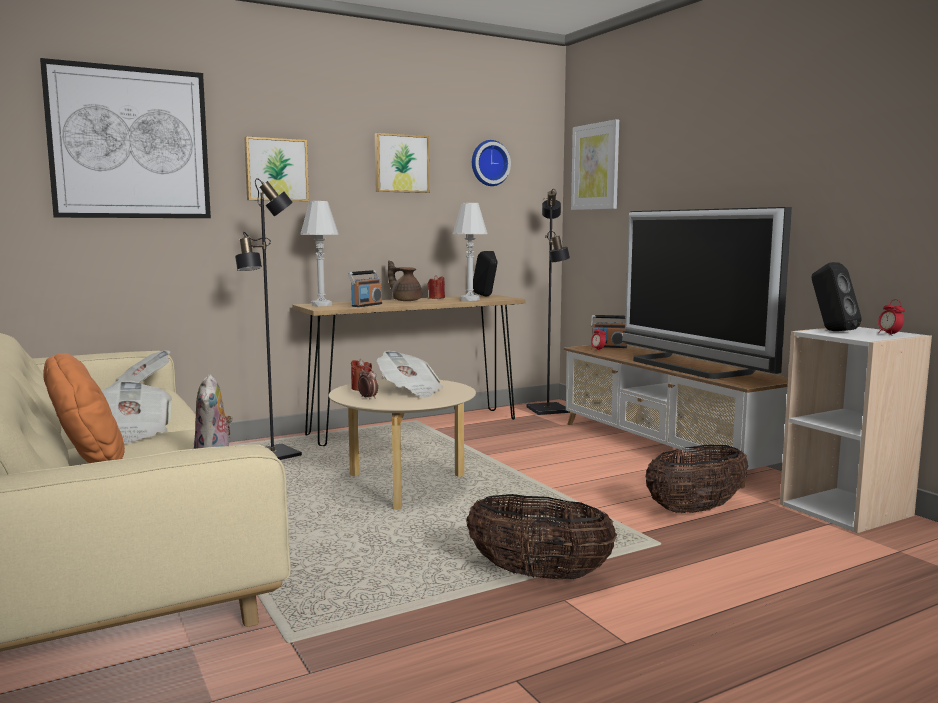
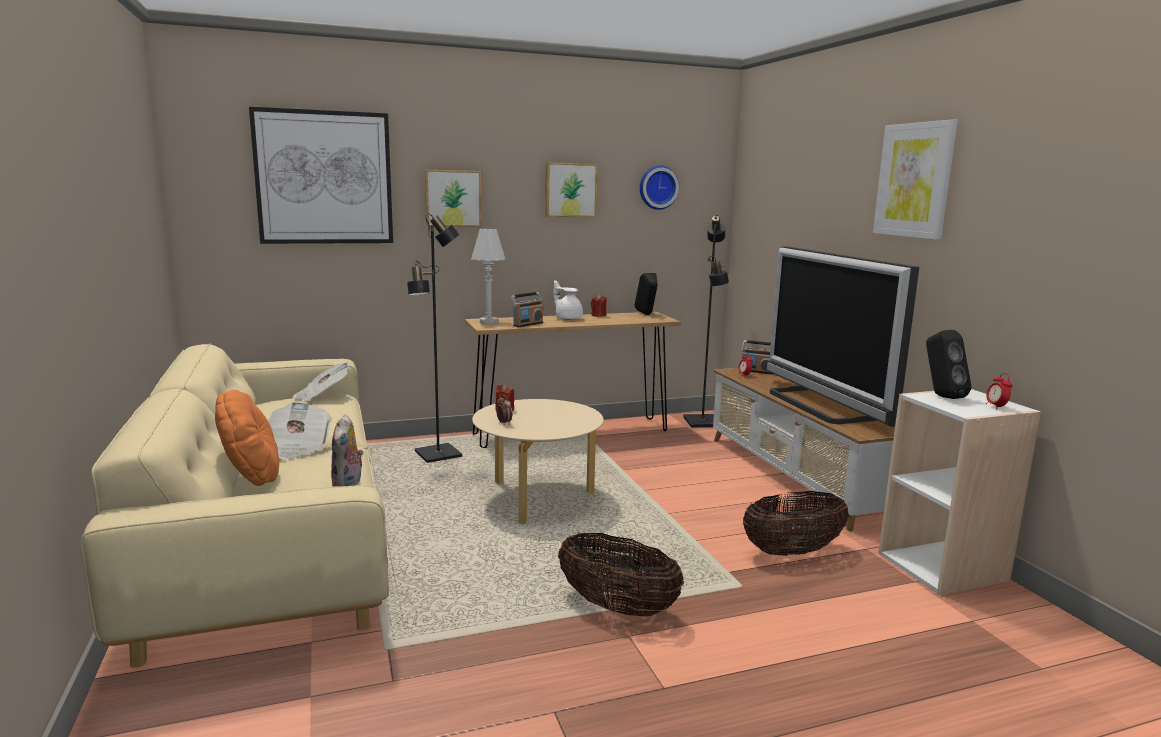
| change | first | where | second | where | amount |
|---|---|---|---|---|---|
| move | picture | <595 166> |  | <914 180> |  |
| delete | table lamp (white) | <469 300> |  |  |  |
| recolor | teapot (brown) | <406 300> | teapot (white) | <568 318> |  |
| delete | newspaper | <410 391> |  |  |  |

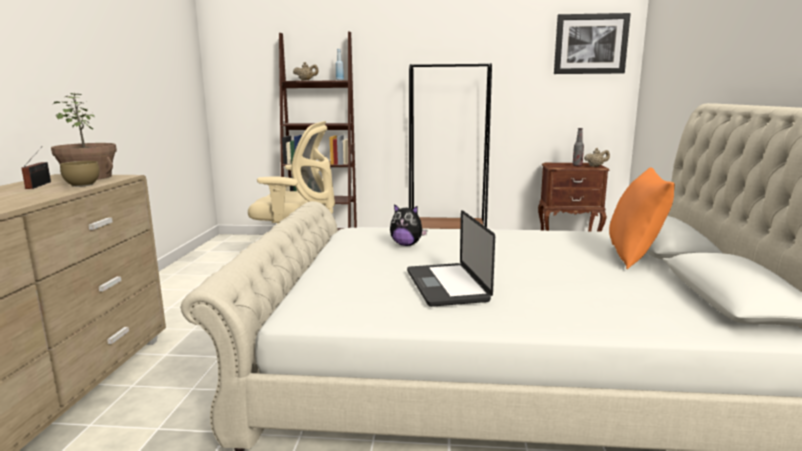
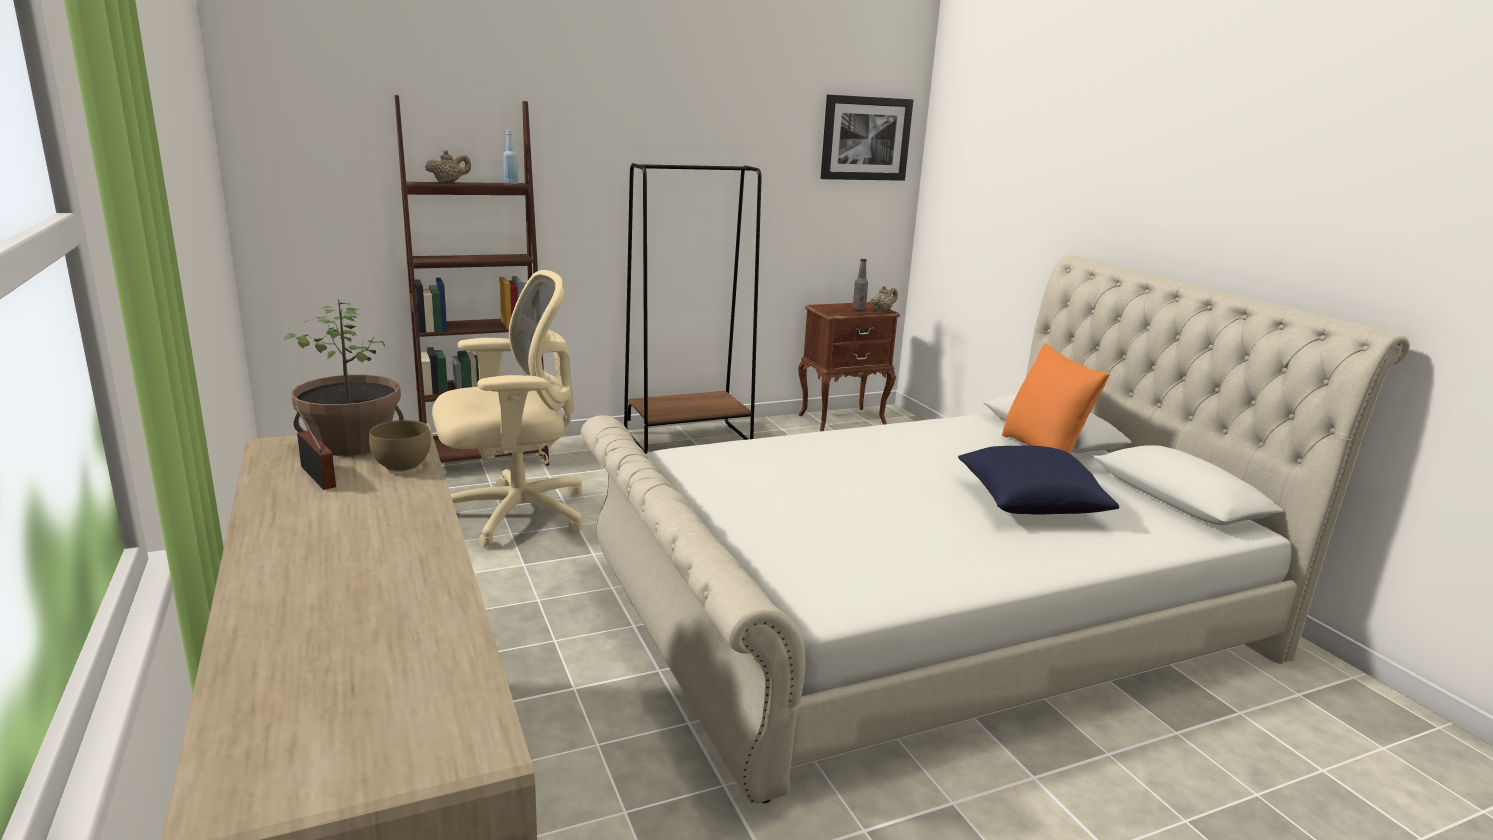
| change | first | where | second | where | amount |
|---|---|---|---|---|---|
| delete | plush toy | <407 244> |  |  |  |
| delete | laptop | <446 285> |  |  |  |
| insert |  |  | pillow (blue) | <1030 504> |  |

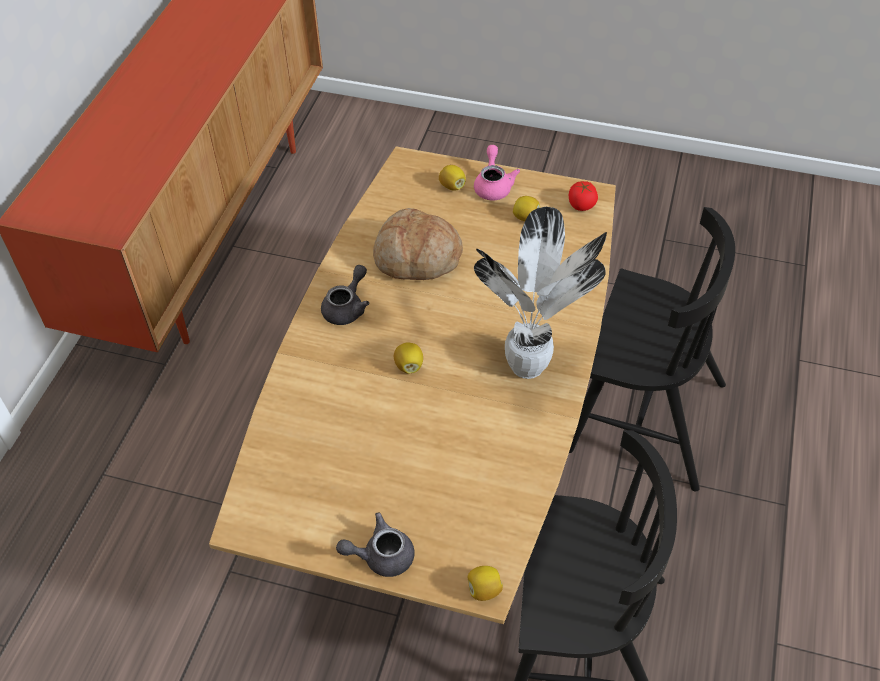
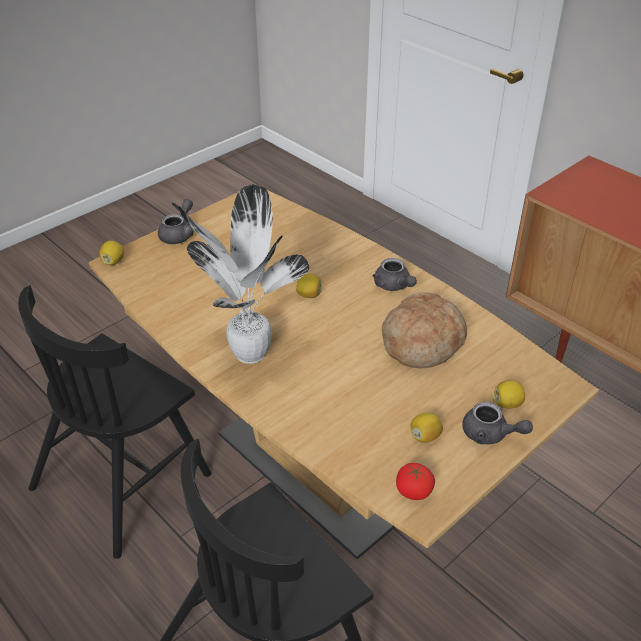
| change | first | where | second | where | amount |
|---|---|---|---|---|---|
| recolor | teapot (pink) | <493 185> | teapot (grey) | <490 434> |  |

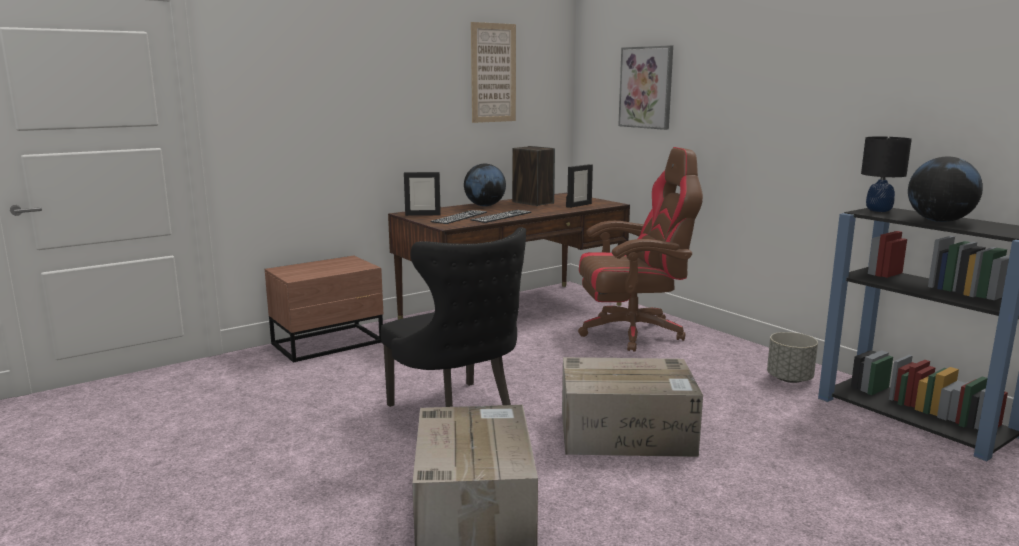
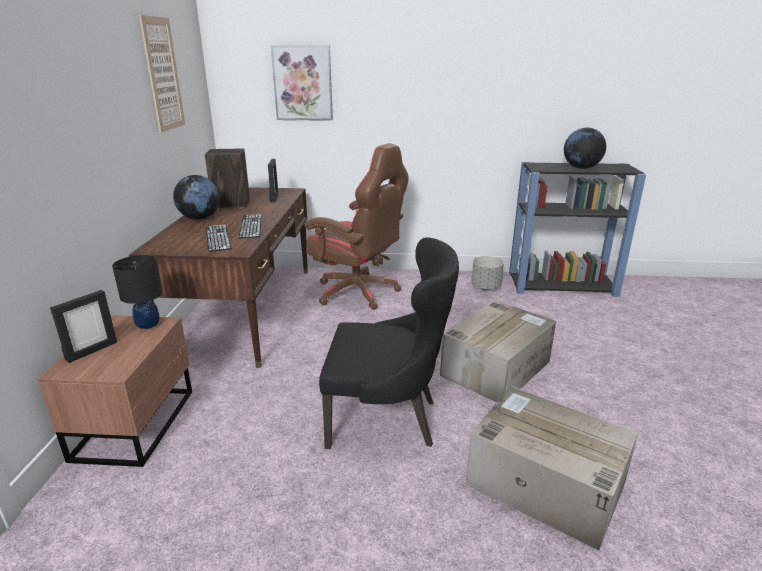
| change | first | where | second | where | amount |
|---|---|---|---|---|---|
| move | table lamp (black) | <877 210> |  | <147 325> |  |
| rotate | office chair (brown) | <631 333> |  | <356 292> | 90 degrees clockwise |
| move | picture frame | <423 214> |  | <92 351> |  |

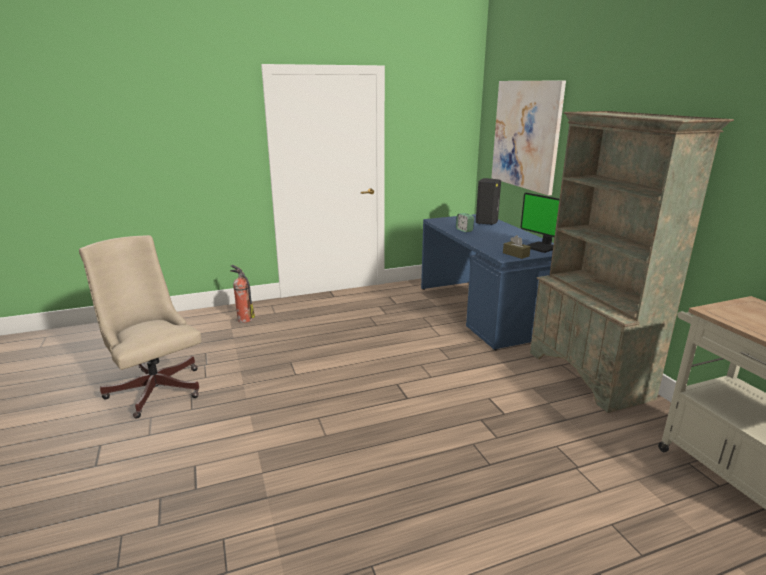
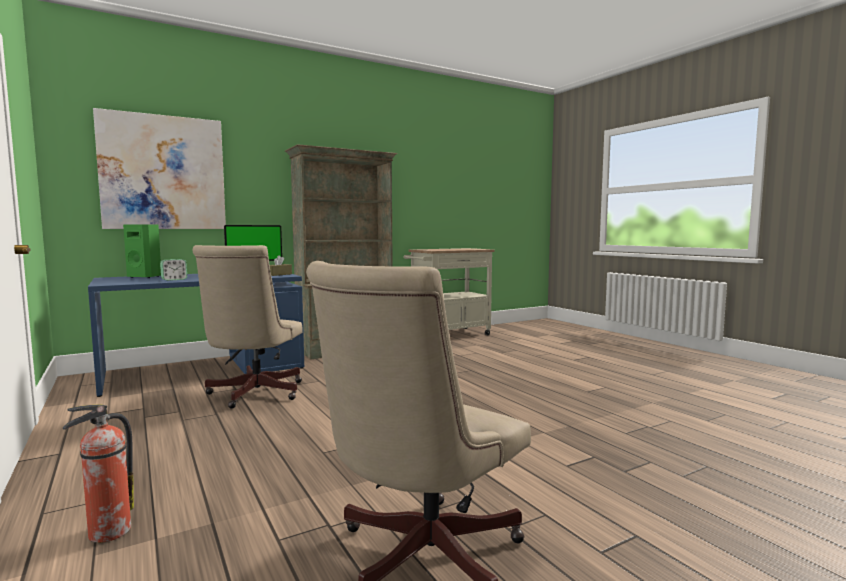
| change | first | where | second | where | amount |
|---|---|---|---|---|---|
| recolor | speaker (black) | <487 222> | speaker (green) | <145 277> |  |
| insert |  |  | office chair (beige) | <252 394> |  |

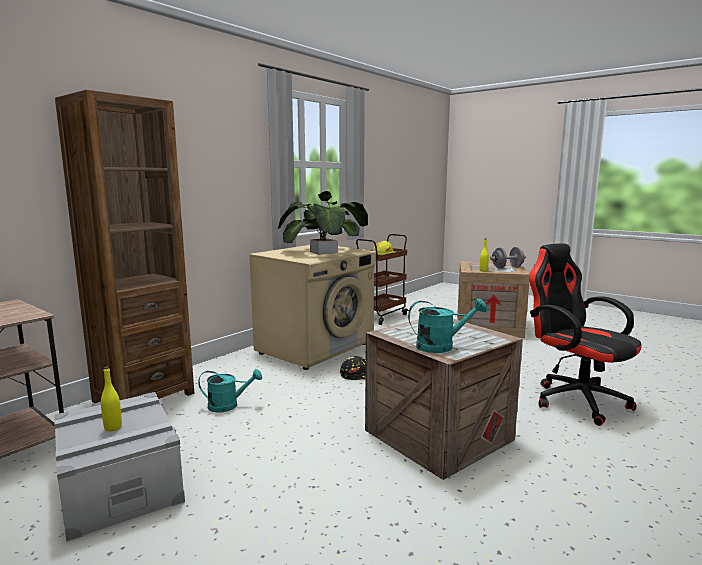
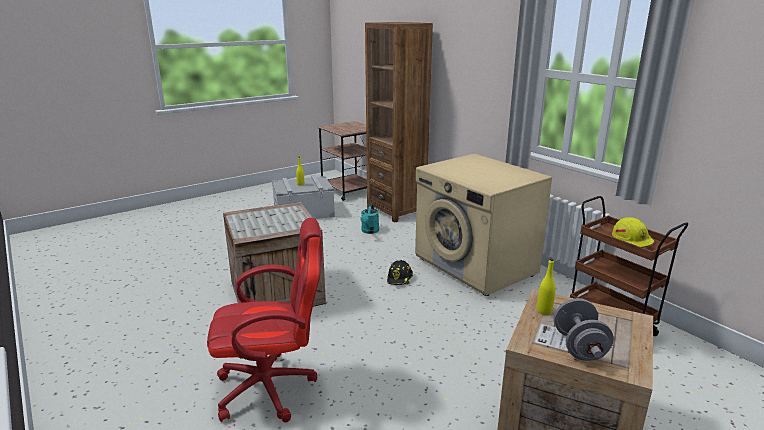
| change | first | where | second | where | amount |
|---|---|---|---|---|---|
| delete | potted plant | <323 252> |  |  |  |
| recolor | office chair (black) | <574 399> | office chair (red) | <274 389> |  |
| delete | watering can (turquoise) | <441 346> |  |  |  |

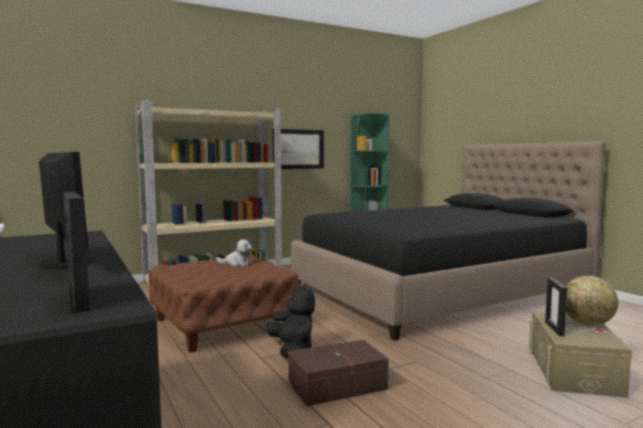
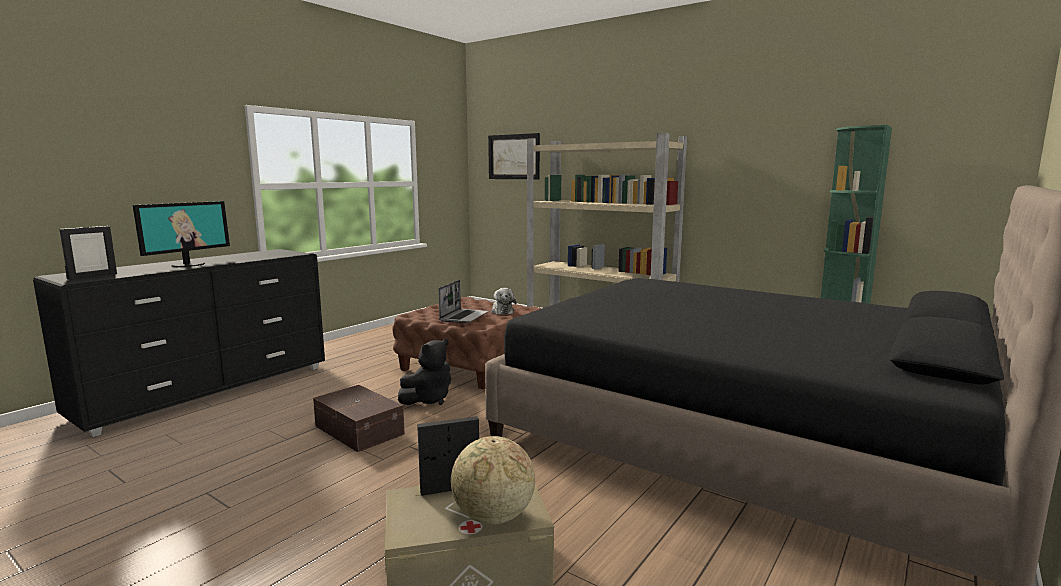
| change | first | where | second | where | amount |
|---|---|---|---|---|---|
| move | picture | <298 149> |  | <514 157> |  |
| insert |  |  | laptop | <464 317> |  |

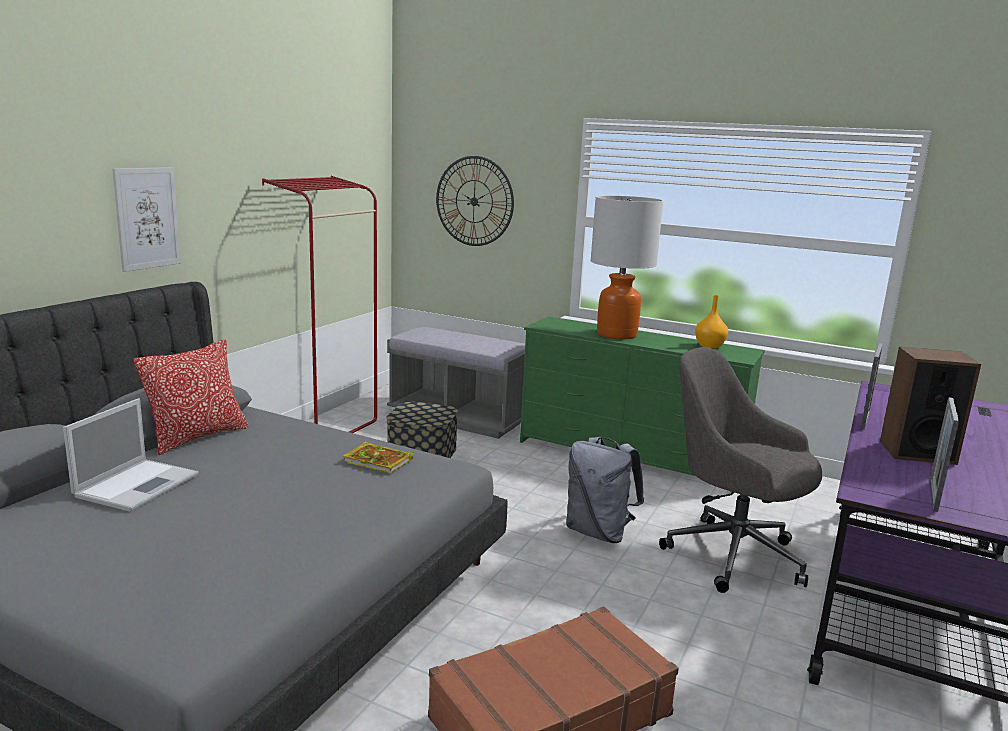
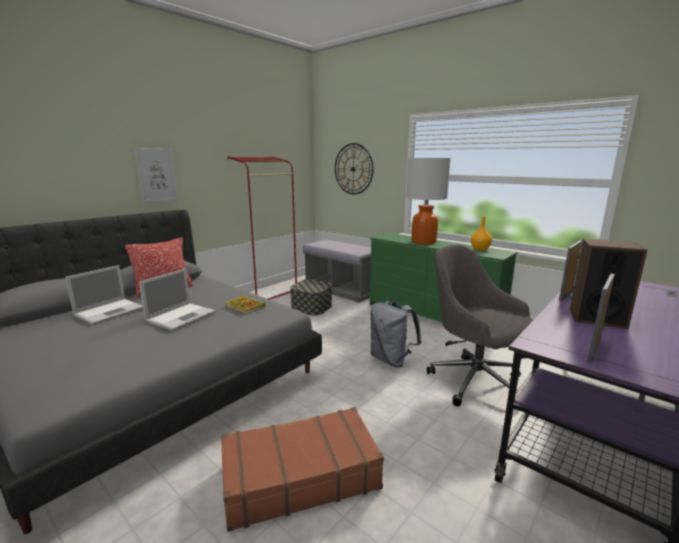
| change | first | where | second | where | amount |
|---|---|---|---|---|---|
| insert |  |  | laptop | <182 316> |  |

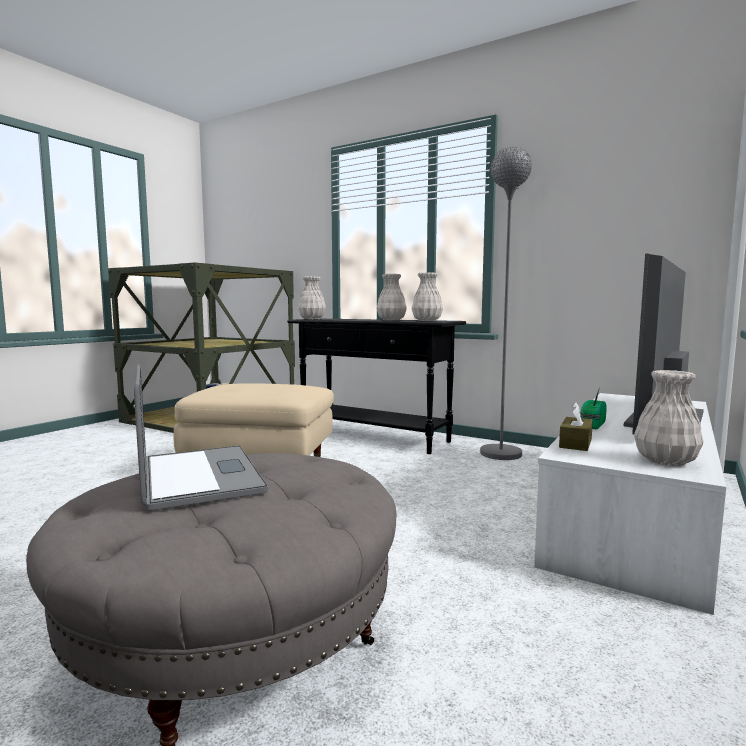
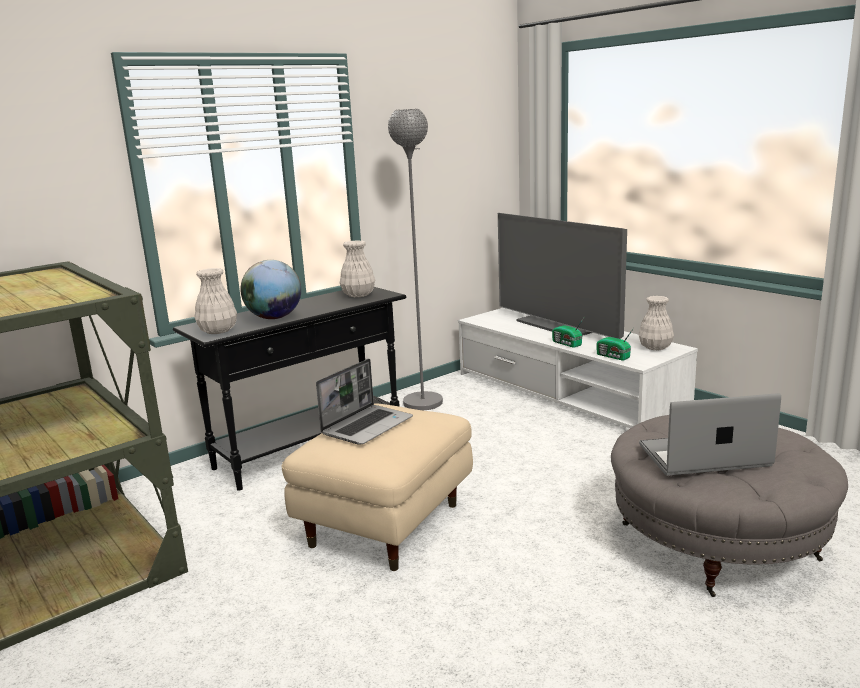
| change | first | where | second | where | amount |
|---|---|---|---|---|---|
| delete | vase (white) | <391 320> |  |  |  |
| replace | tissue box (brown) | <575 443> | radio | <613 356> |  |
| insert |  |  | globe | <274 318> |  |
| insert |  |  | laptop | <367 426> |  |

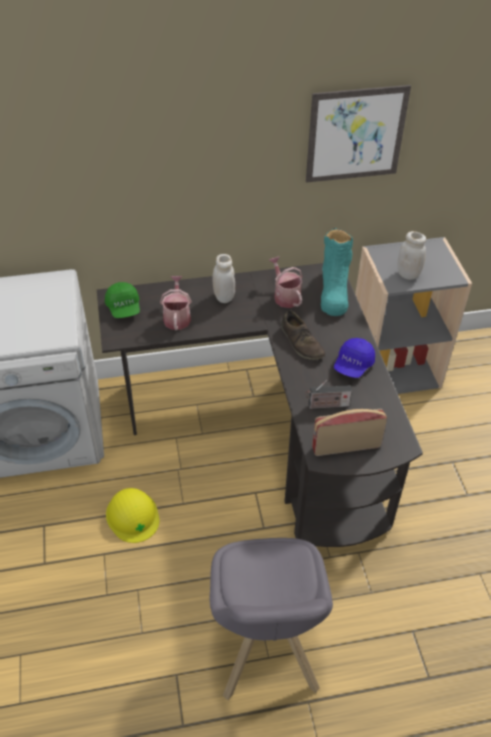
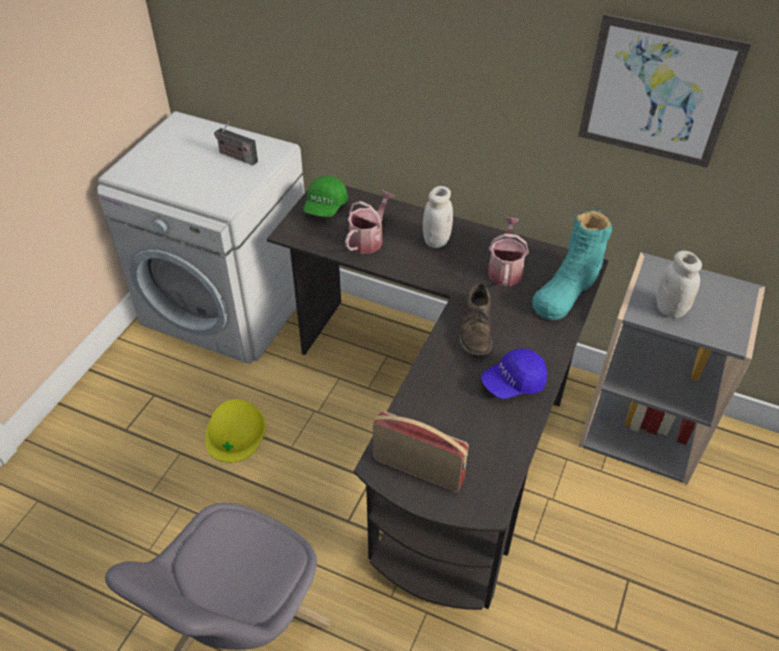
| change | first | where | second | where | amount |
|---|---|---|---|---|---|
| move | radio | <326 405> |  | <236 157> |  |

